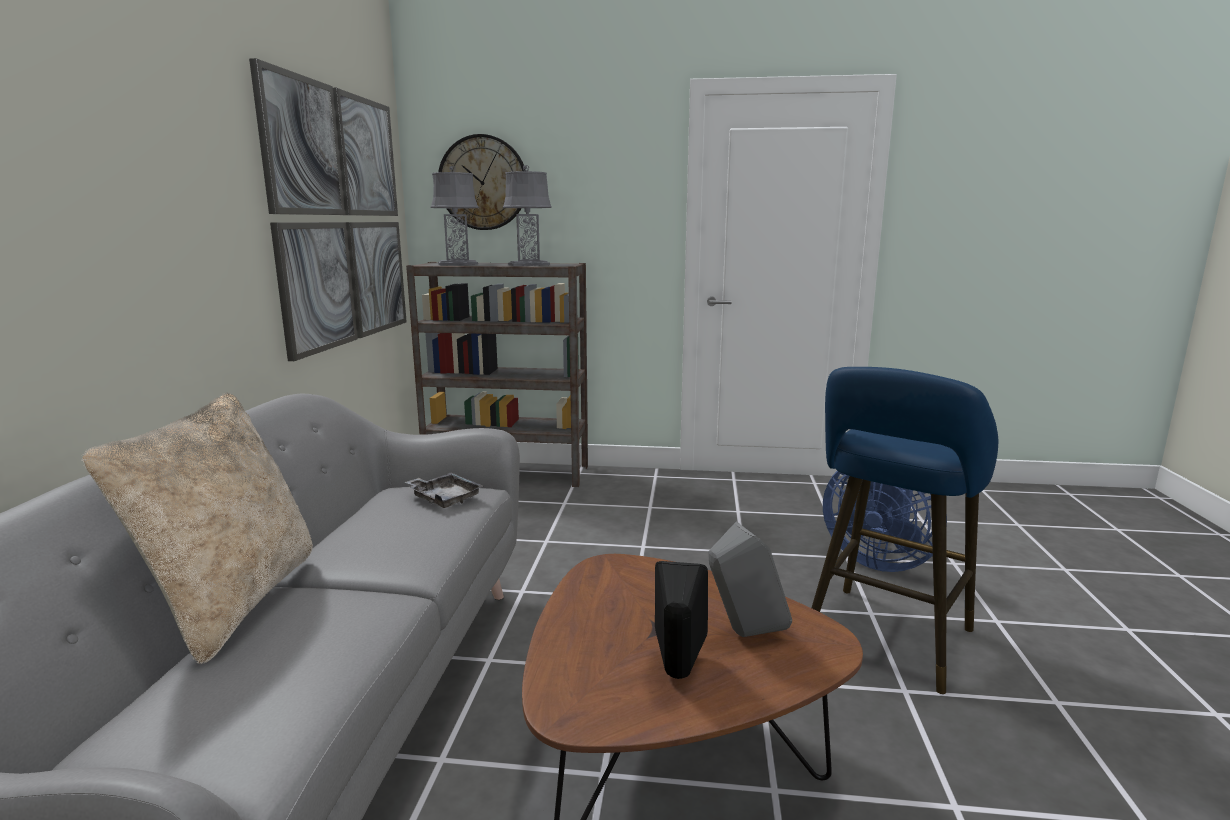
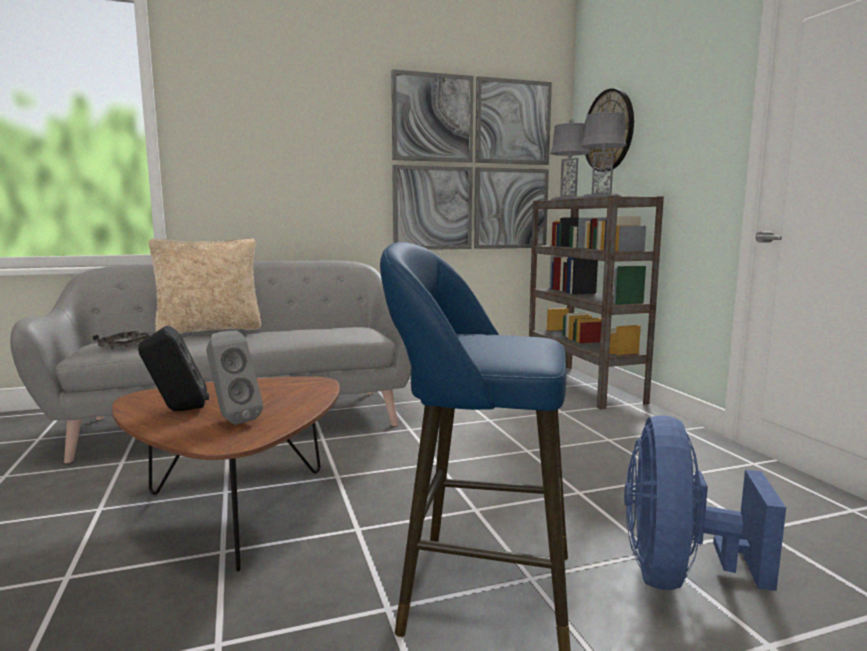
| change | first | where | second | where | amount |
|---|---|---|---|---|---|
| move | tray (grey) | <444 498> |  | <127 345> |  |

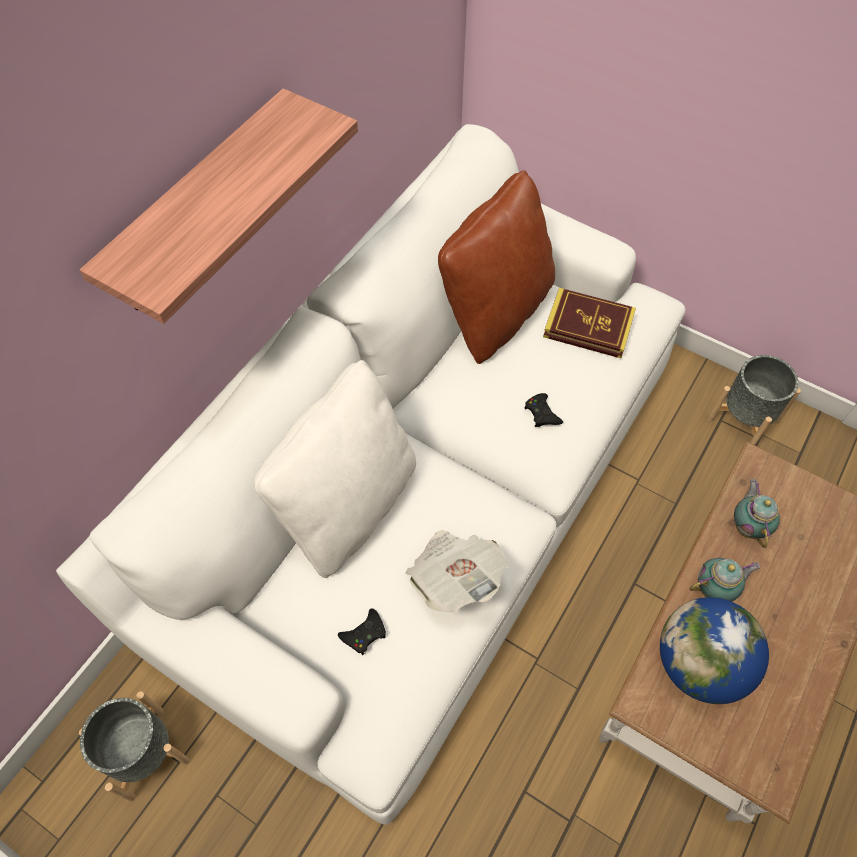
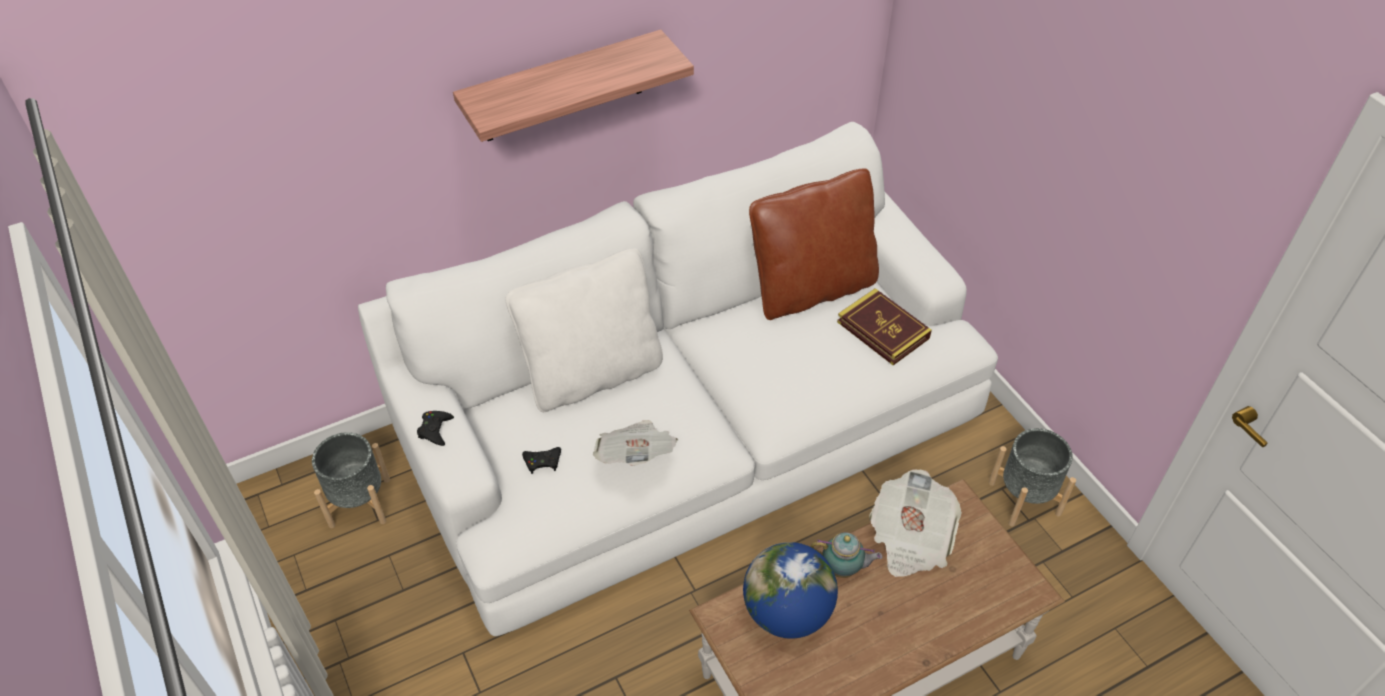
| change | first | where | second | where | amount |
|---|---|---|---|---|---|
| move | game controller (black) | <542 413> |  | <435 430> |  |
| replace | teapot | <747 526> | newspaper | <910 538> |  |

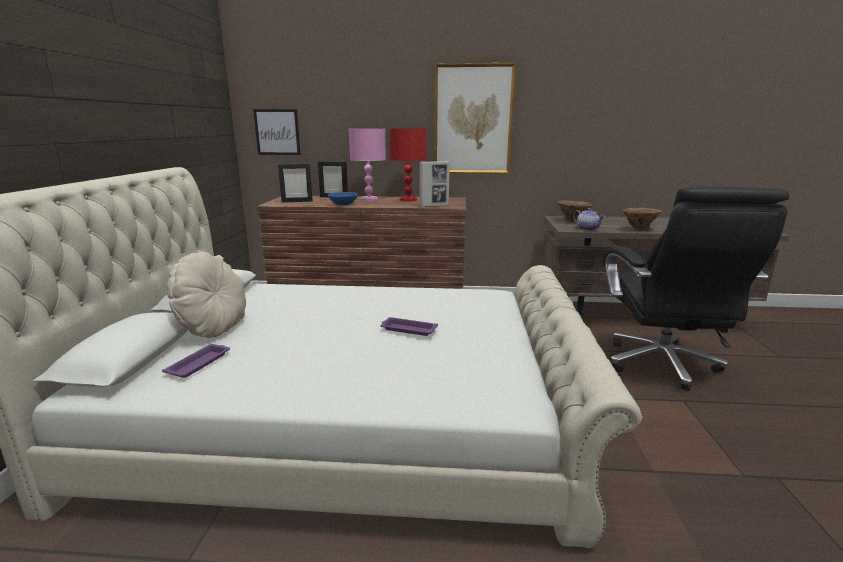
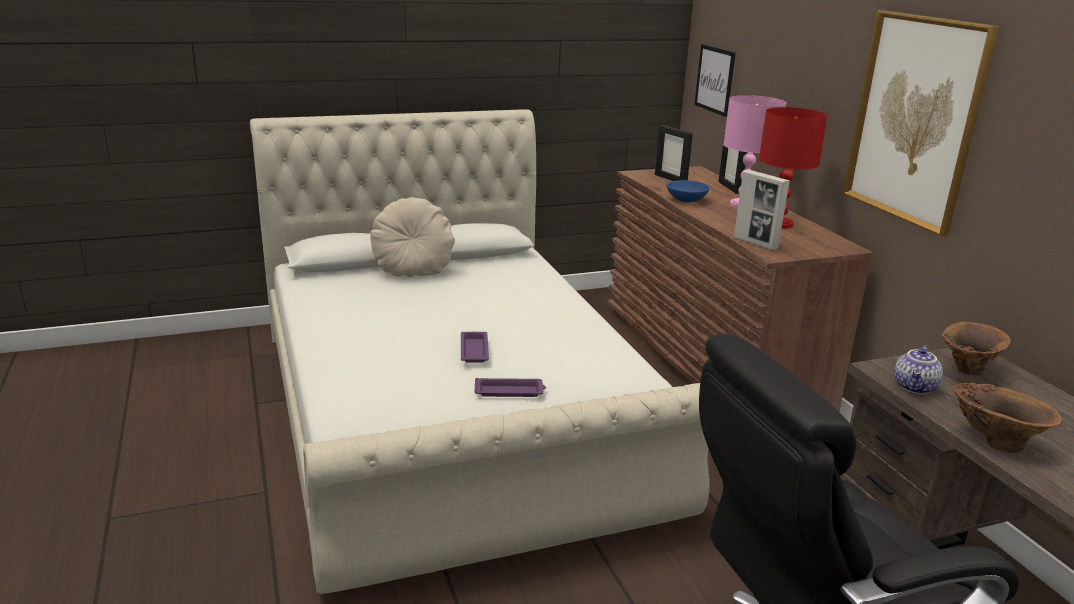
| change | first | where | second | where | amount |
|---|---|---|---|---|---|
| move | tray (purple) | <199 363> |  | <510 391> |  |

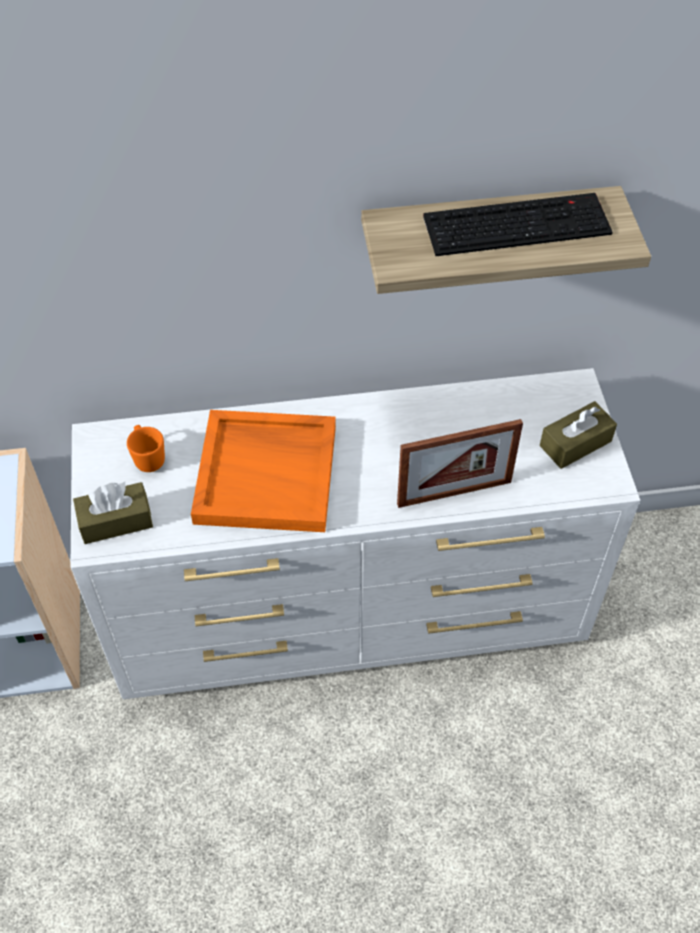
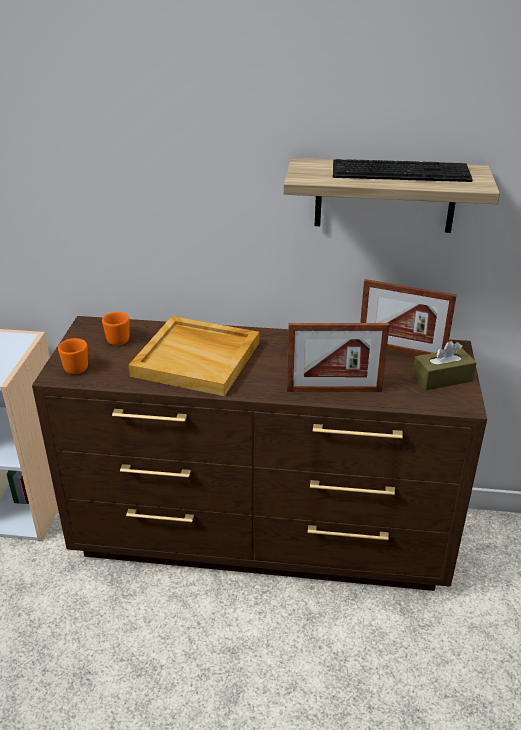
| change | first | where | second | where | amount |
|---|---|---|---|---|---|
| recolor | dresser (white) | <352 617> | dresser (brown) | <262 537> |  |
| recolor | tray (orange) | <268 473> | tray (beige) | <198 359> |  |
| replace | tissue box (brown) | <115 521> | mug (orange) | <77 366> |  |
| insert |  |  | picture frame | <401 351> |  |

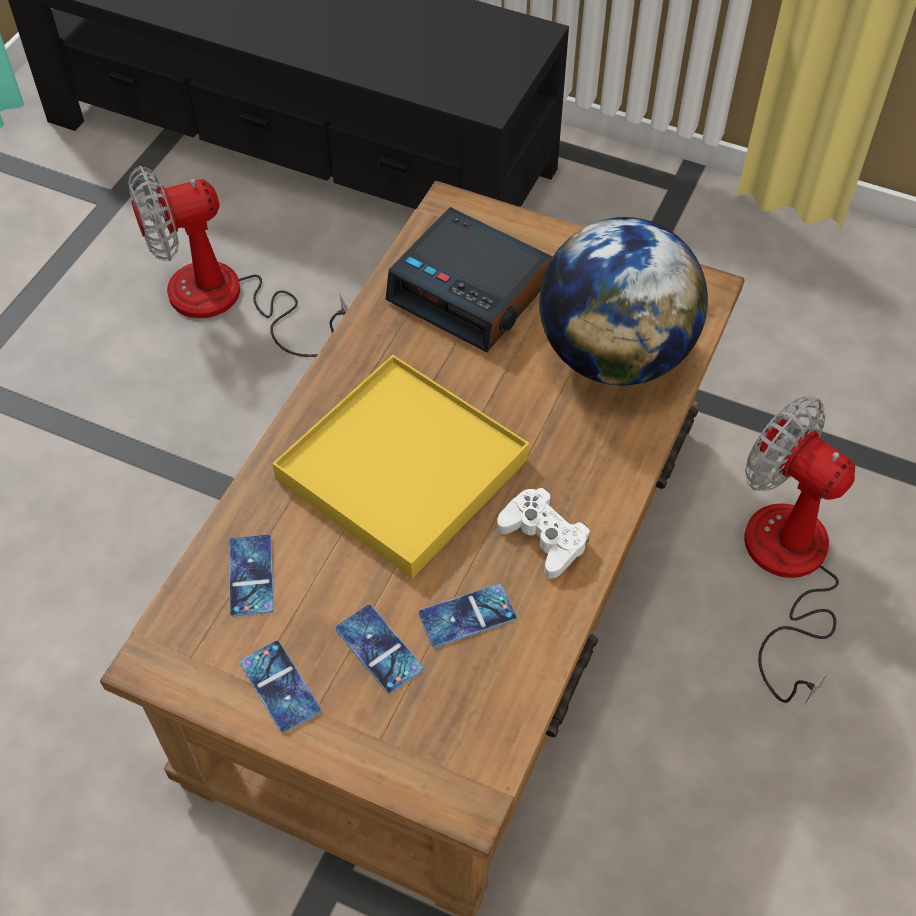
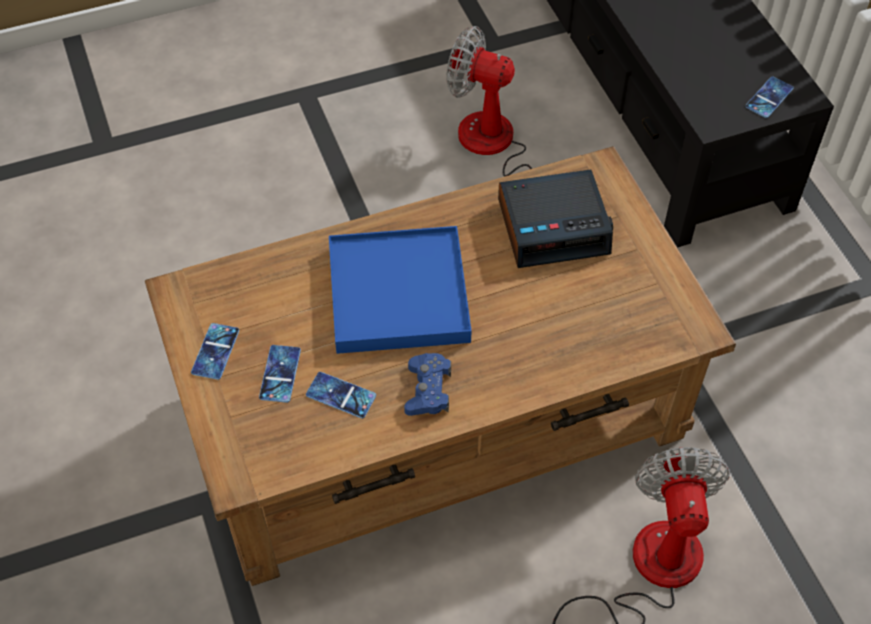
| change | first | where | second | where | amount |
|---|---|---|---|---|---|
| rotate | alarm clock | <471 291> |  | <554 226> | 90 degrees counterclockwise |
| delete | globe | <614 355> |  |  |  |
| recolor | tray (yellow) | <401 469> | tray (blue) | <398 294> |  |
| recolor | game controller (white) | <543 537> | game controller (blue) | <428 390> |  |
| move | phone | <251 575> |  | <769 97> |  |

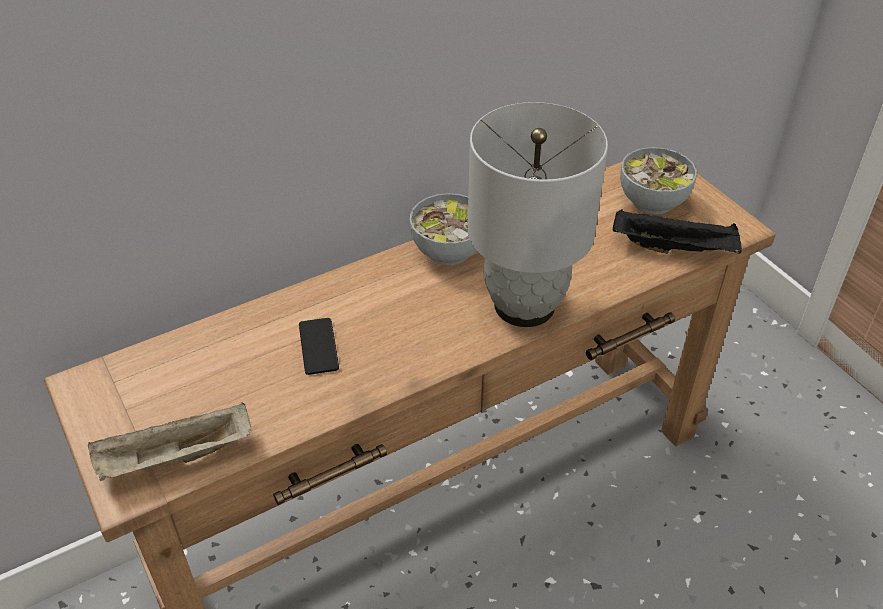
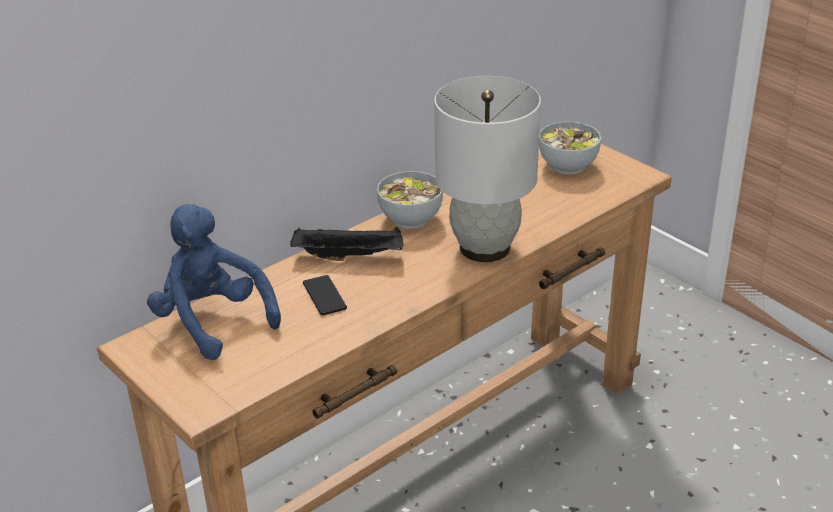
| change | first | where | second | where | amount |
|---|---|---|---|---|---|
| move | tray (black) | <675 248> |  | <350 256> |  |
| delete | tray (beige) | <174 459> |  |  |  |
| insert |  |  | plush toy (blue) | <212 321> |  |

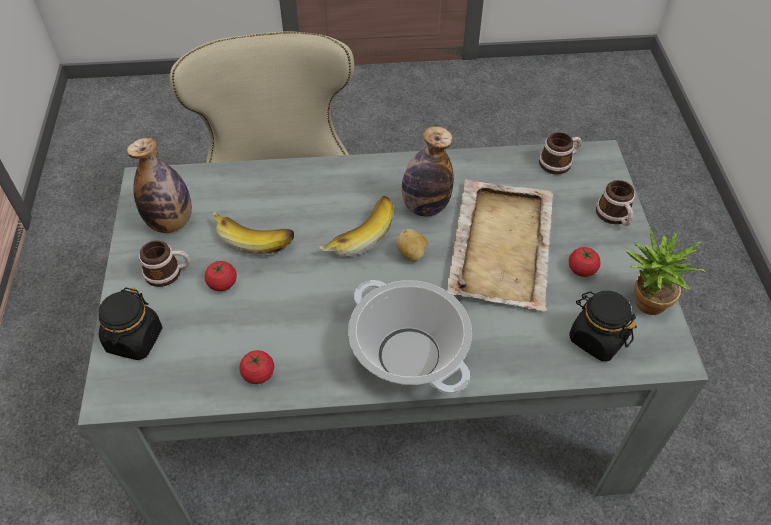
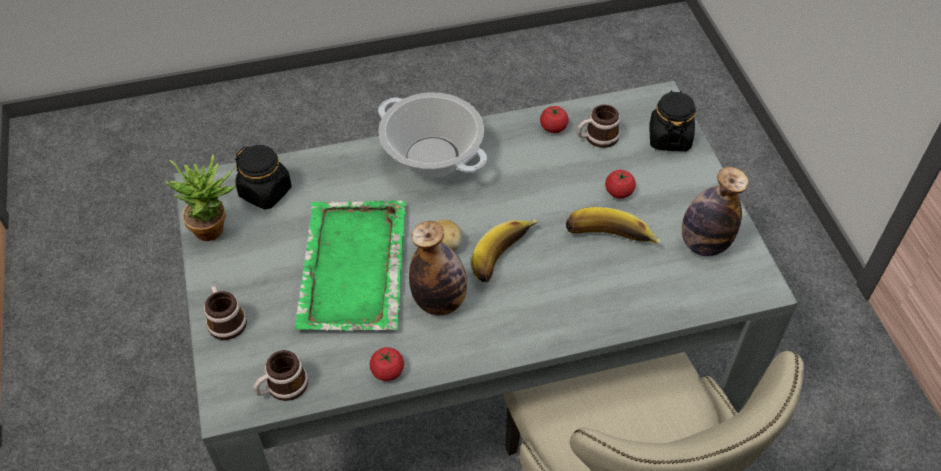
| change | first | where | second | where | amount |
|---|---|---|---|---|---|
| recolor | tray (beige) | <502 244> | tray (green) | <352 269> |  |
| move | mug | <168 272> |  | <596 138> |  |
| move | tomato | <581 269> |  | <387 371> |  |

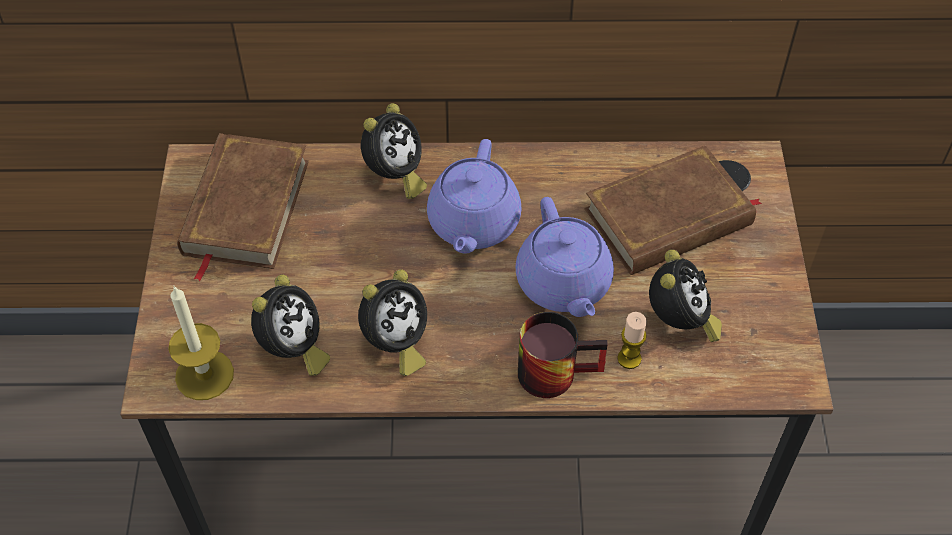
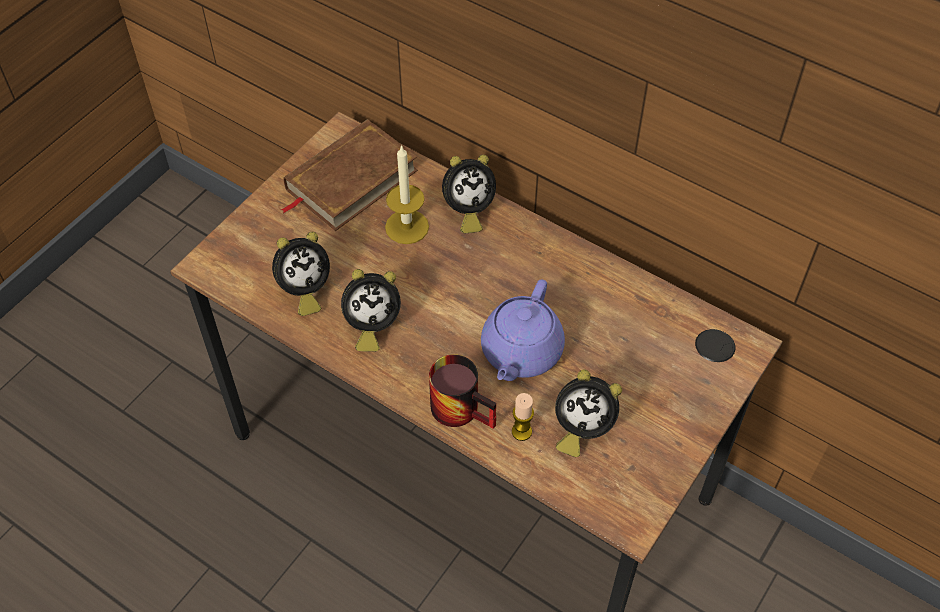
| change | first | where | second | where | amount |
|---|---|---|---|---|---|
| delete | teapot (purple) | <473 223> |  |  |  |
| delete | book (brown) | <669 218> |  |  |  |
| rotate | alarm clock | <679 322> |  | <581 428> | 60 degrees clockwise |
| move | candle | <204 375> |  | <407 227> |  |

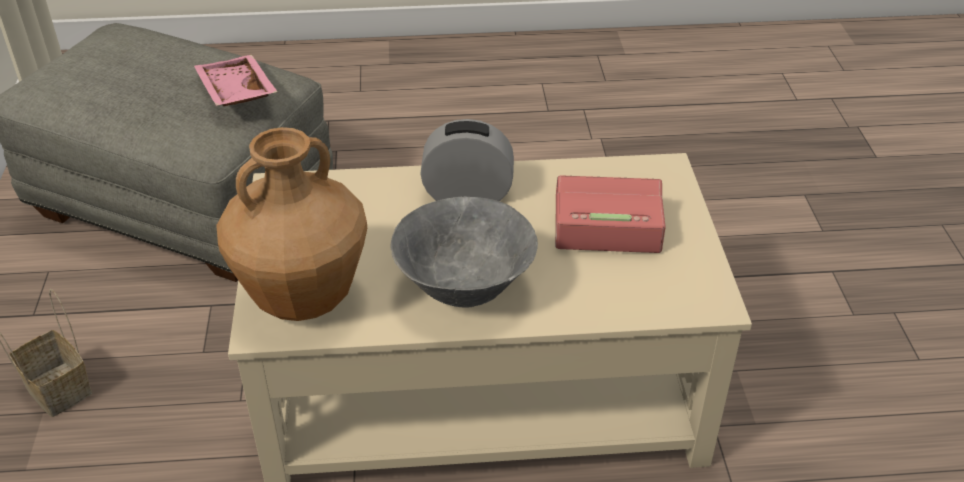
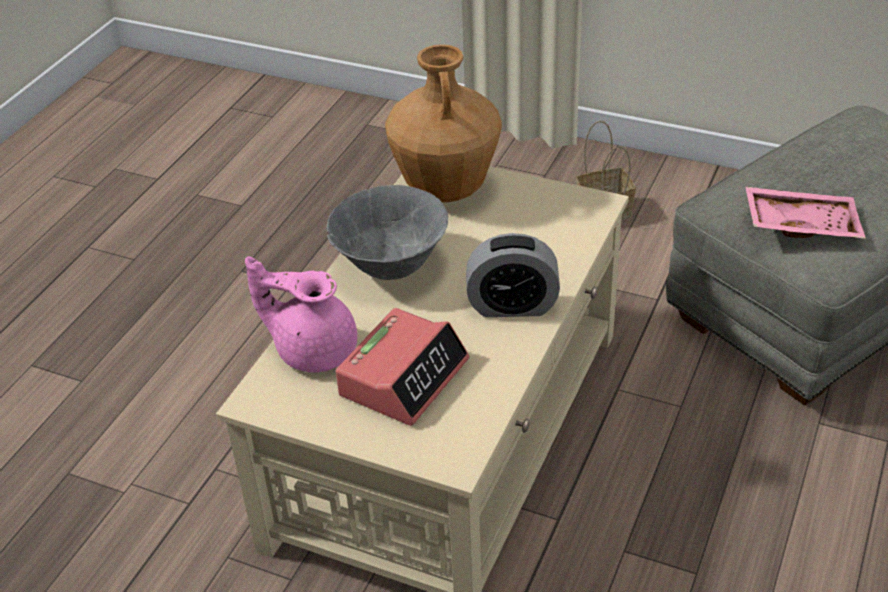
| change | first | where | second | where | amount |
|---|---|---|---|---|---|
| rotate | alarm clock | <467 194> |  | <512 306> | 60 degrees clockwise |
| insert |  |  | teapot (pink) | <313 349> |  |

